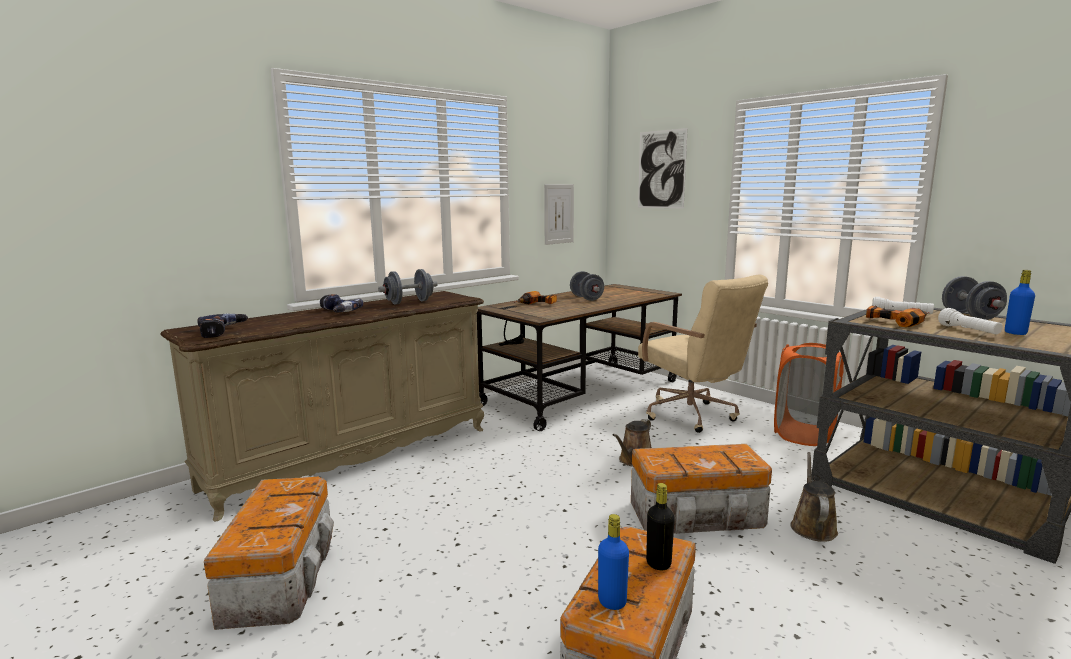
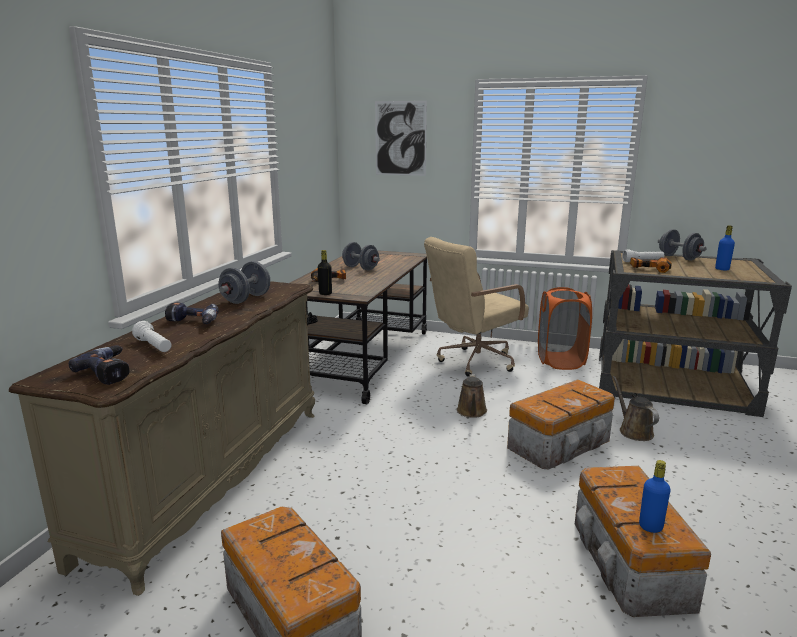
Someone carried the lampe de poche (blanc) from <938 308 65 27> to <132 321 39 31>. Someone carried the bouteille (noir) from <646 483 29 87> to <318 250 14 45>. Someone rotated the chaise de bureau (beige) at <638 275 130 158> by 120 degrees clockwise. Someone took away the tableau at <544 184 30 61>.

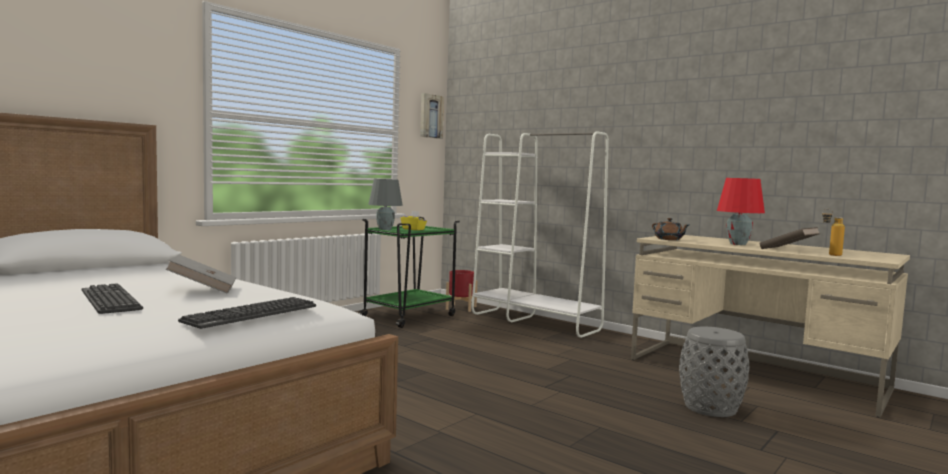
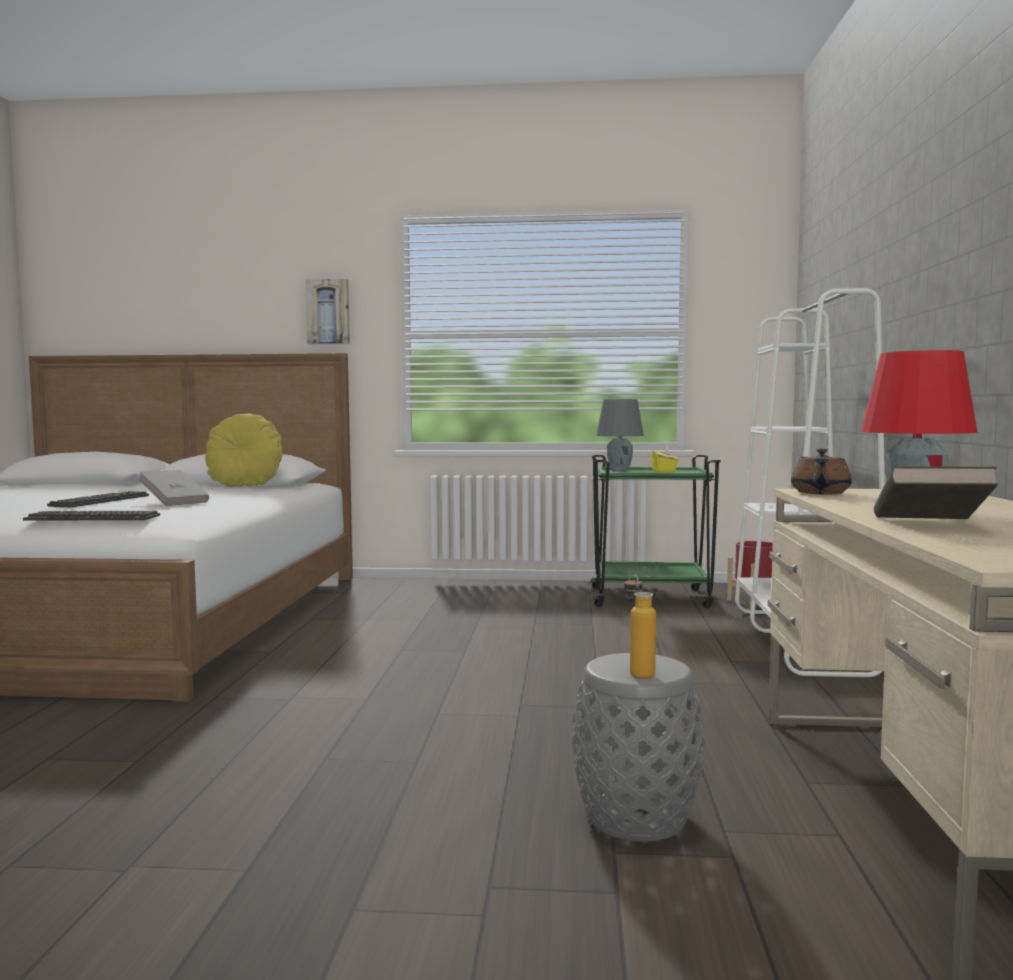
Someone put down the coussin (jaune) at <205 414 78 73>. Someone carried the tableau from <420 93 24 46> to <305 279 45 65>. Someone carried the bouteille from <822 209 23 47> to <624 571 32 108>.

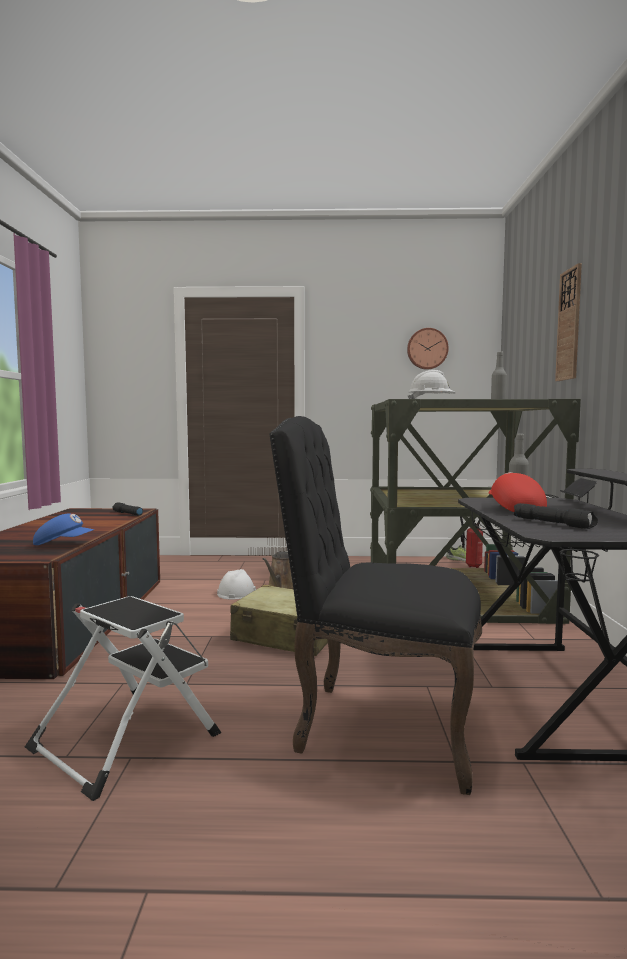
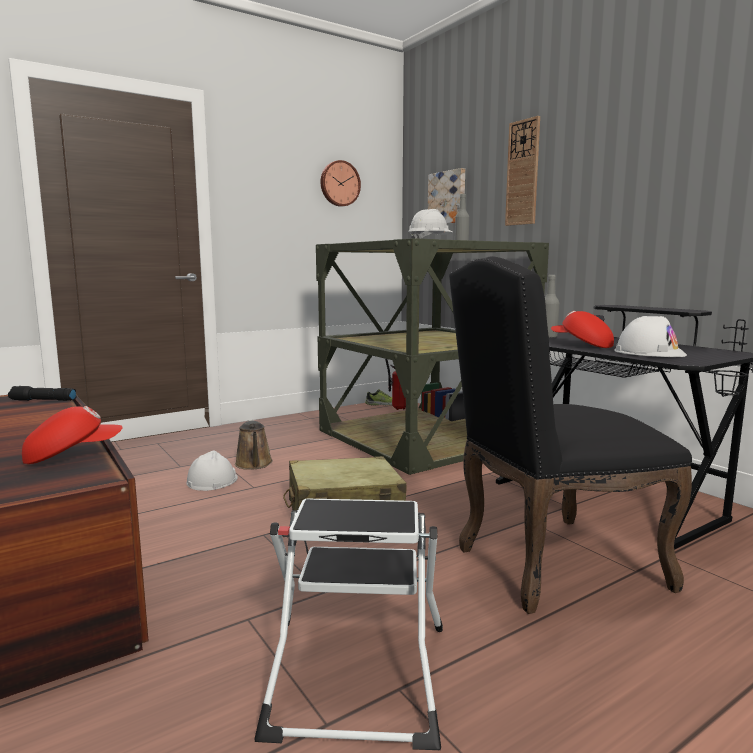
Someone repainted the casquette (bleu) at <33 514 61 31>, which became the casquette (rouge) at <22 406 101 58>. Someone put up the tableau at <428 168 37 56>. Someone swapped the lampe de poche (noir) at <514 503 84 26> for the casque de chantier (blanc) at <614 316 73 41>.

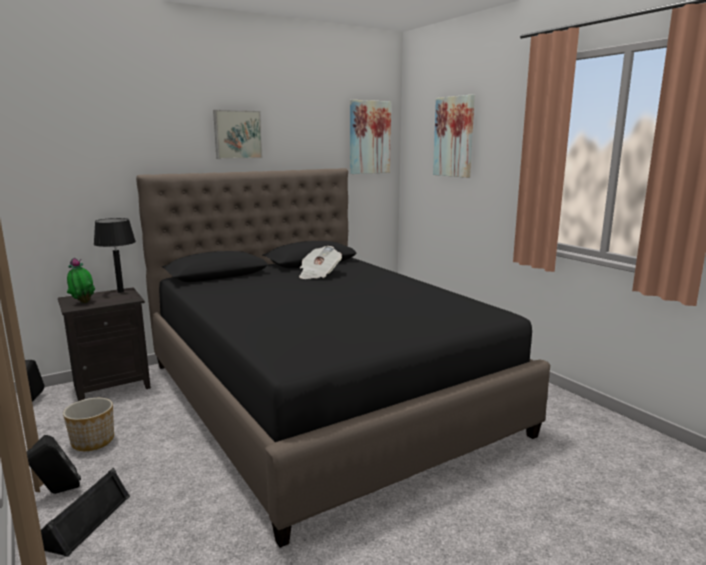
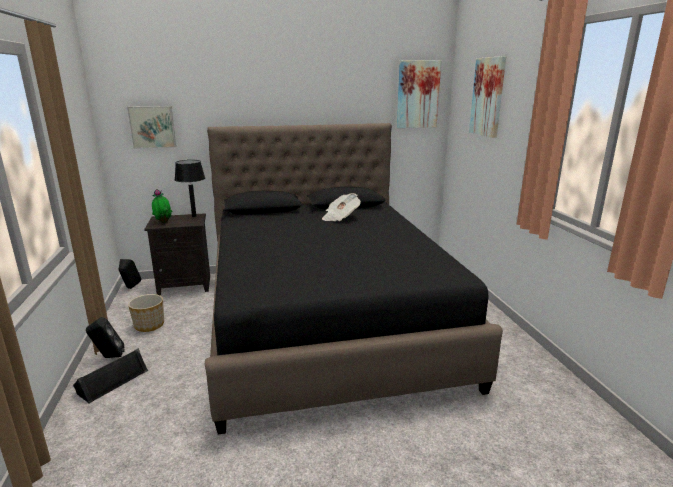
Someone carried the tableau from <213 110 49 49> to <127 106 49 43>.

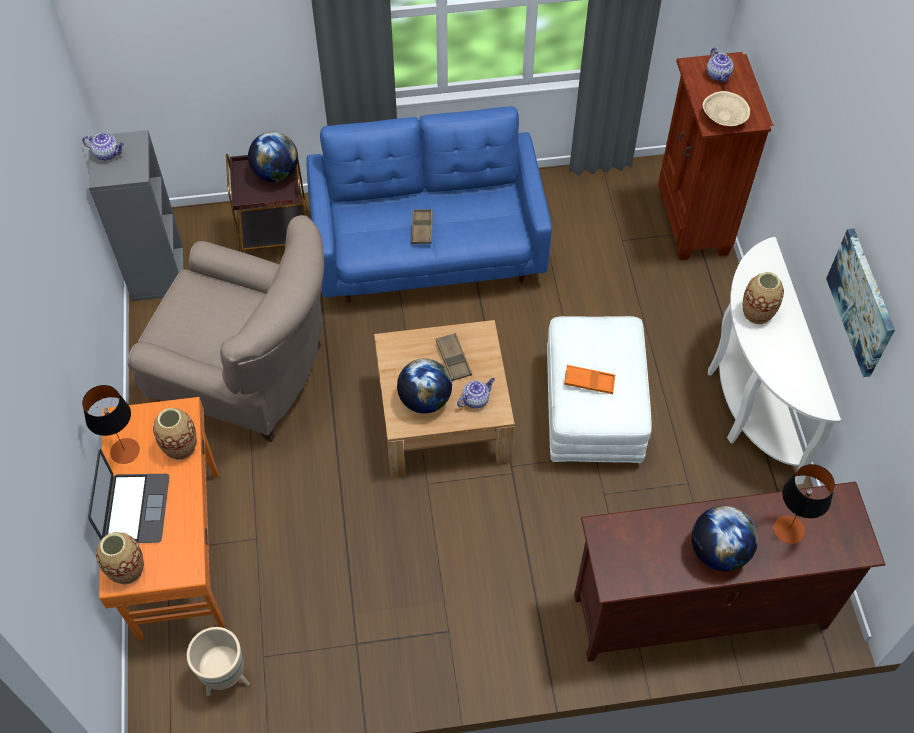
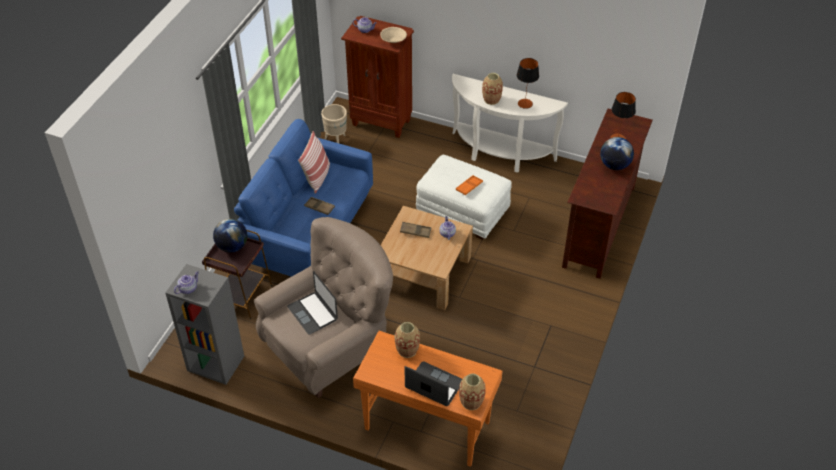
Someone put down the ordinateur portable at <287 271 51 64>. Someone put down the coussin at <298 131 32 63>. Someone carried the cache-pot (beige) from <187 627 63 69> to <321 104 26 39>. Someone carried the lampe de table from <82 385 58 79> to <517 58 22 51>. Someone took away the globe at <397 358 55 56>. Someone took away the tableau at <826 229 69 148>.

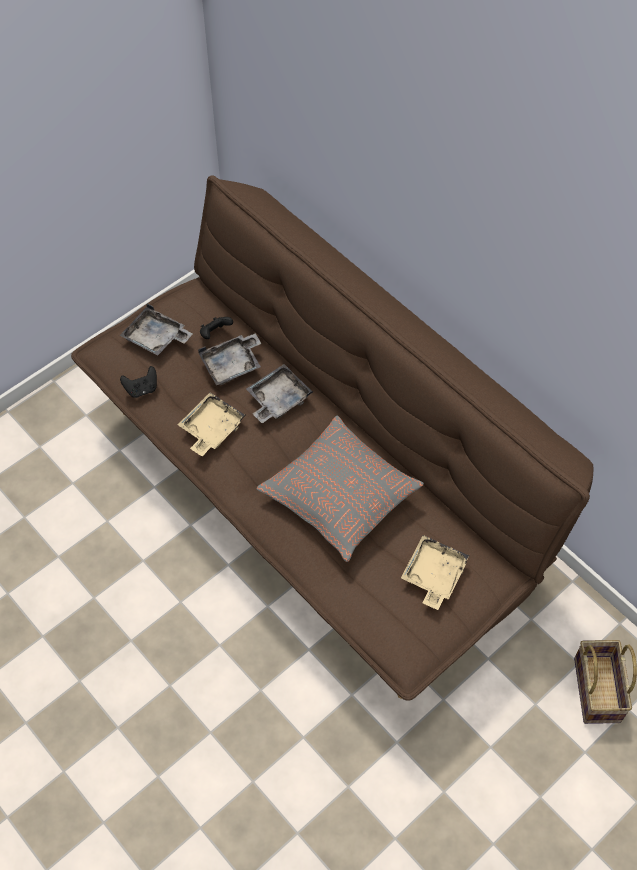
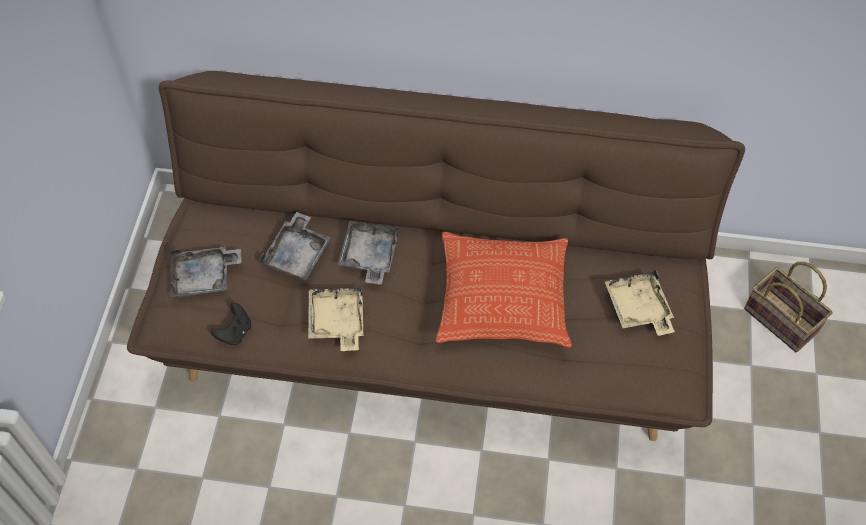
Someone repainted the coussin (gris) at <256 416 168 146>, which became the coussin (orange) at <435 232 137 116>. Someone took away the manette (noir) at <200 317 33 22>.

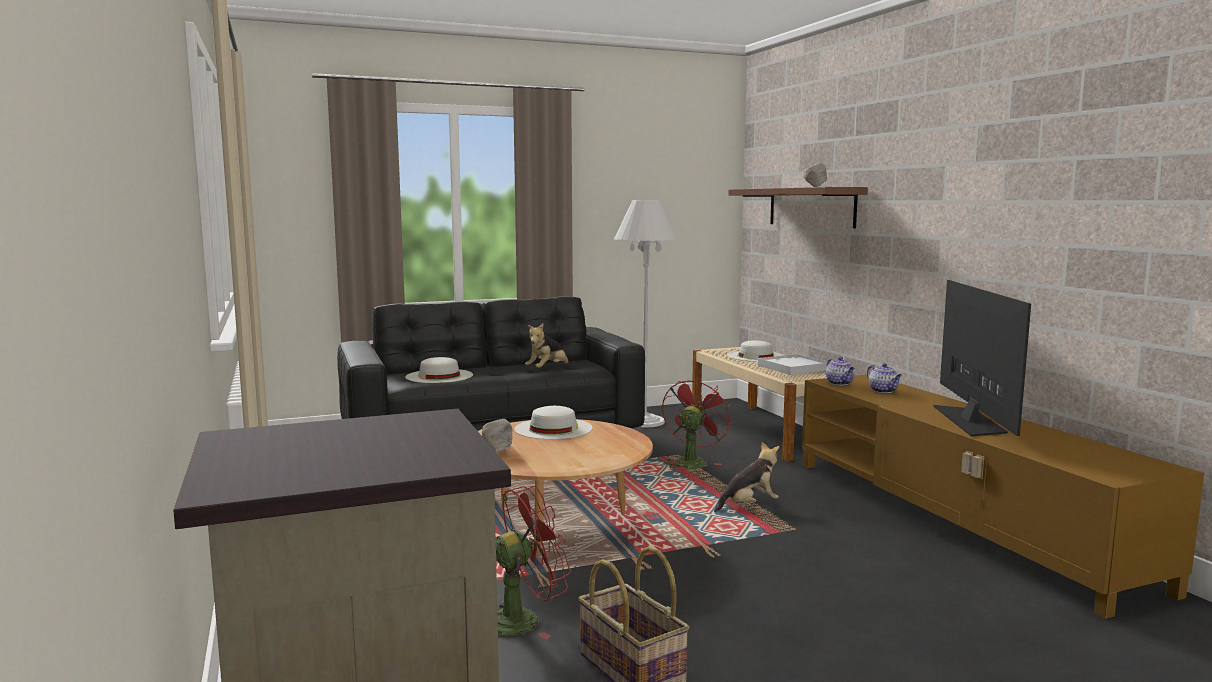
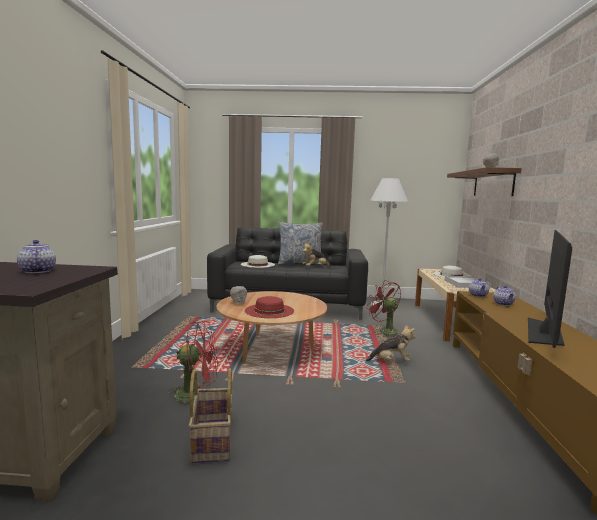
Someone put down the théière at <17 240 39 33>. Someone put down the chapeau (rouge) at <245 296 49 22>. Someone put down the coussin at <278 222 45 44>. Someone rotated the ventilateur (rouge) at <662 377 70 93> by 90 degrees counterclockwise. Someone took away the chapeau (blanc) at <514 406 79 33>.

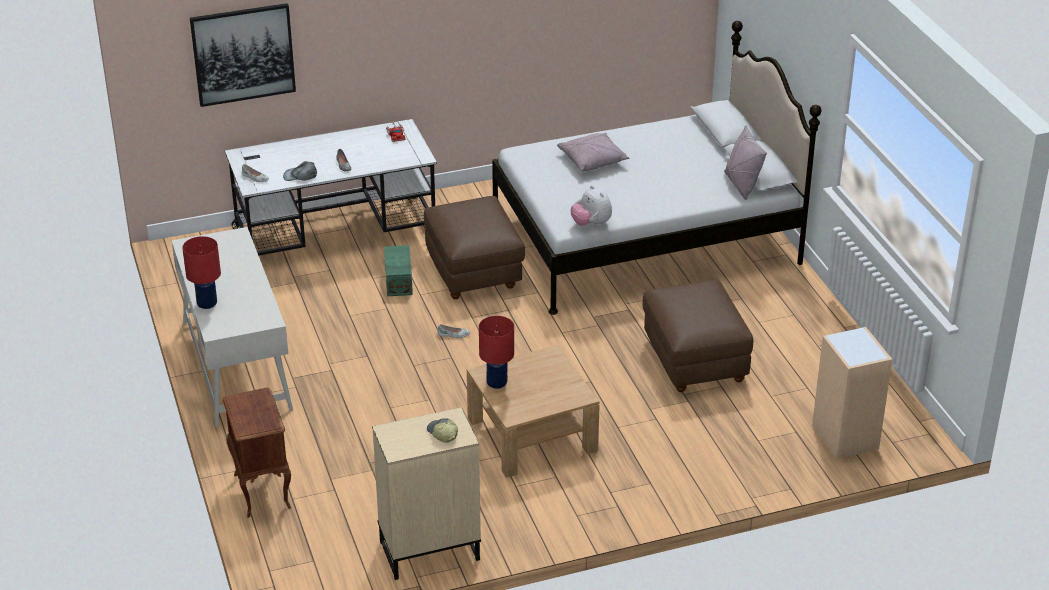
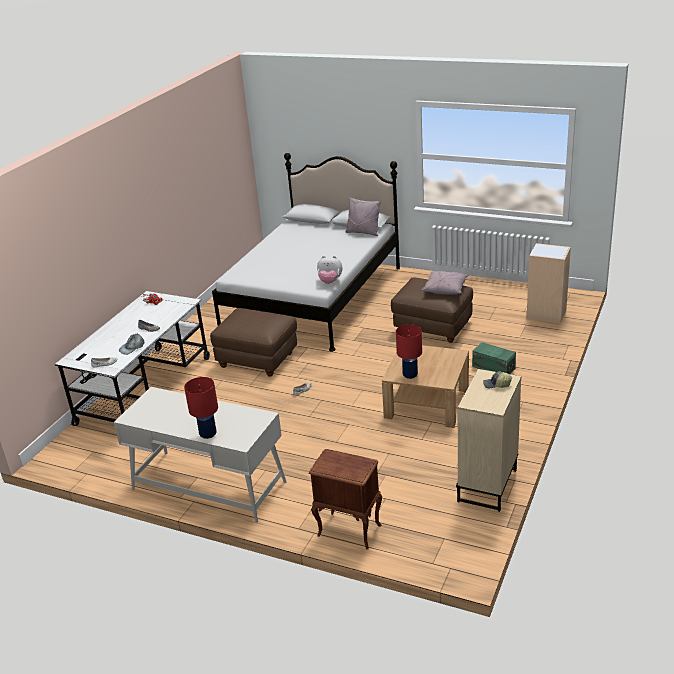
Someone carried the coussin (violet) from <557 133 72 38> to <422 271 46 24>. Someone carried the boîte de rangement (vert) from <384 245 29 51> to <472 342 44 32>. Someone took away the tableau at <190 3 106 104>.

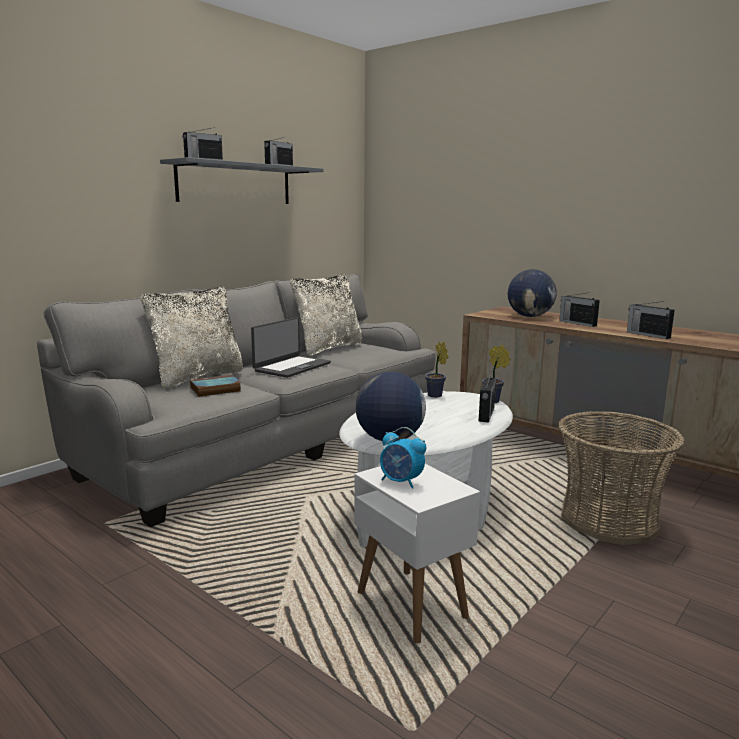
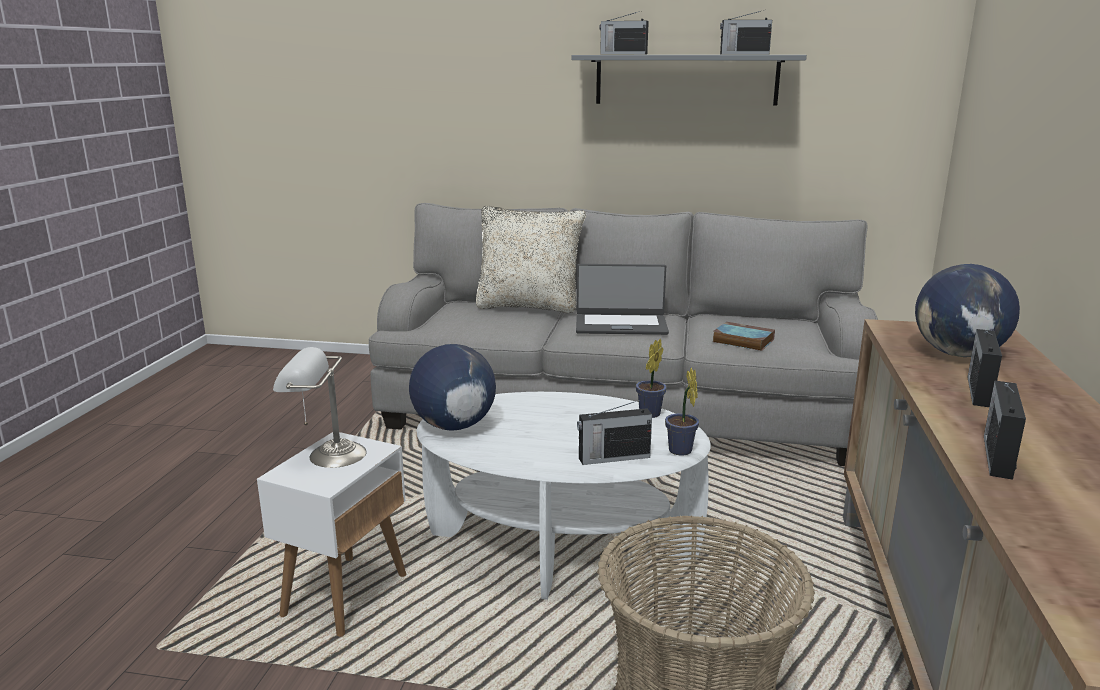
Someone swapped the réveil at <380 427 46 62> for the lampe de table (blanc) at <273 347 94 121>. Someone carried the livre from <190 375 51 22> to <712 322 63 29>. Someone took away the coussin (beige) at <290 274 72 82>.

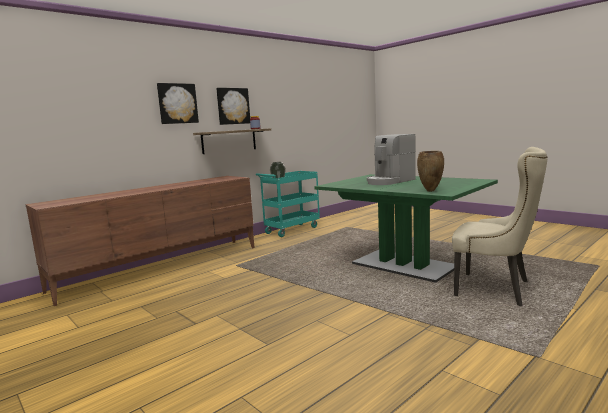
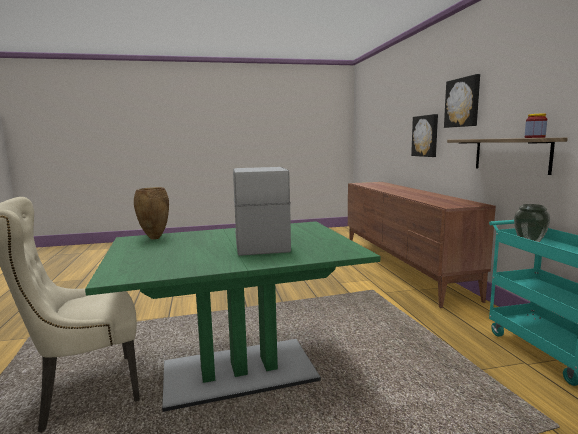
Someone carried the tableau from <216 88 34 37> to <411 114 27 43>.

